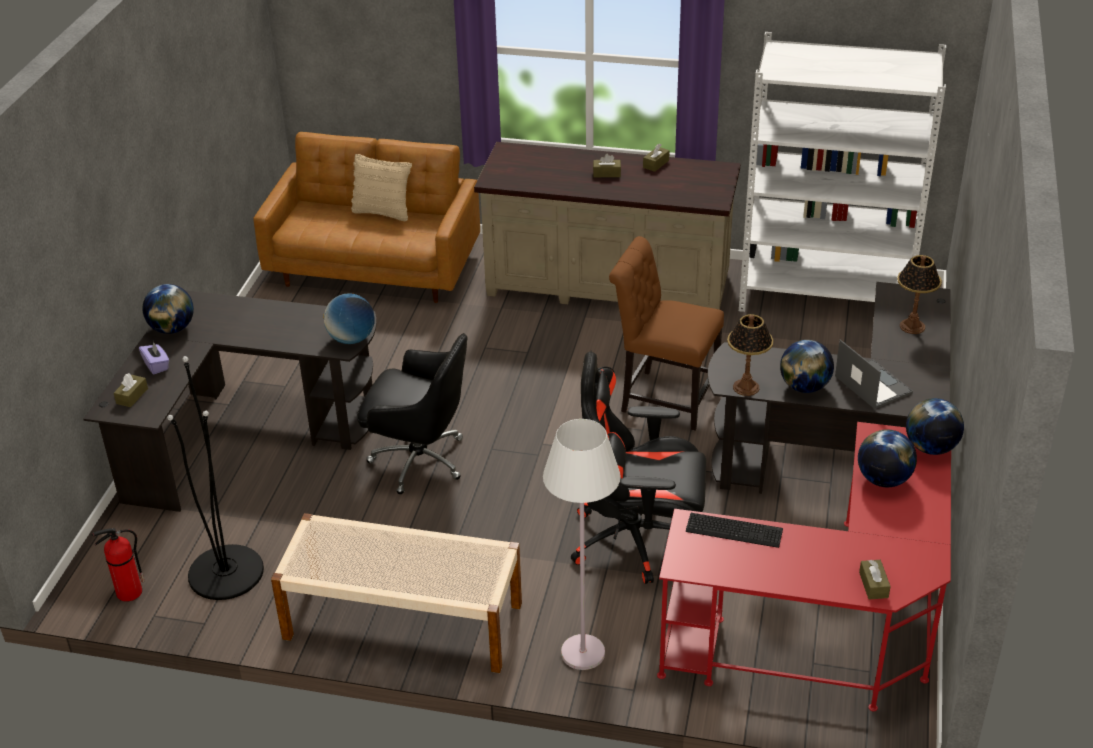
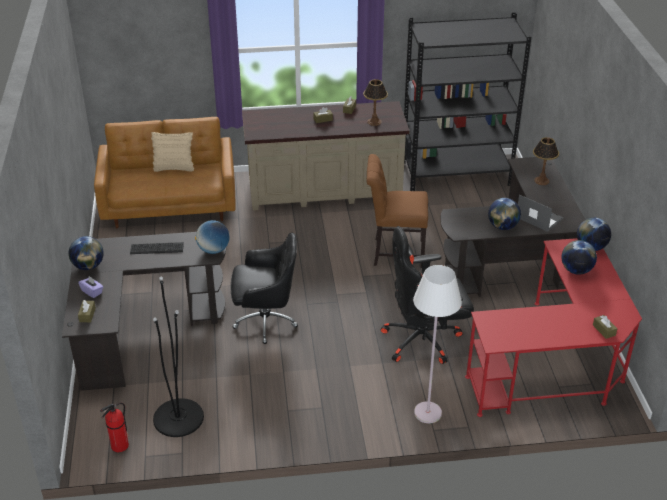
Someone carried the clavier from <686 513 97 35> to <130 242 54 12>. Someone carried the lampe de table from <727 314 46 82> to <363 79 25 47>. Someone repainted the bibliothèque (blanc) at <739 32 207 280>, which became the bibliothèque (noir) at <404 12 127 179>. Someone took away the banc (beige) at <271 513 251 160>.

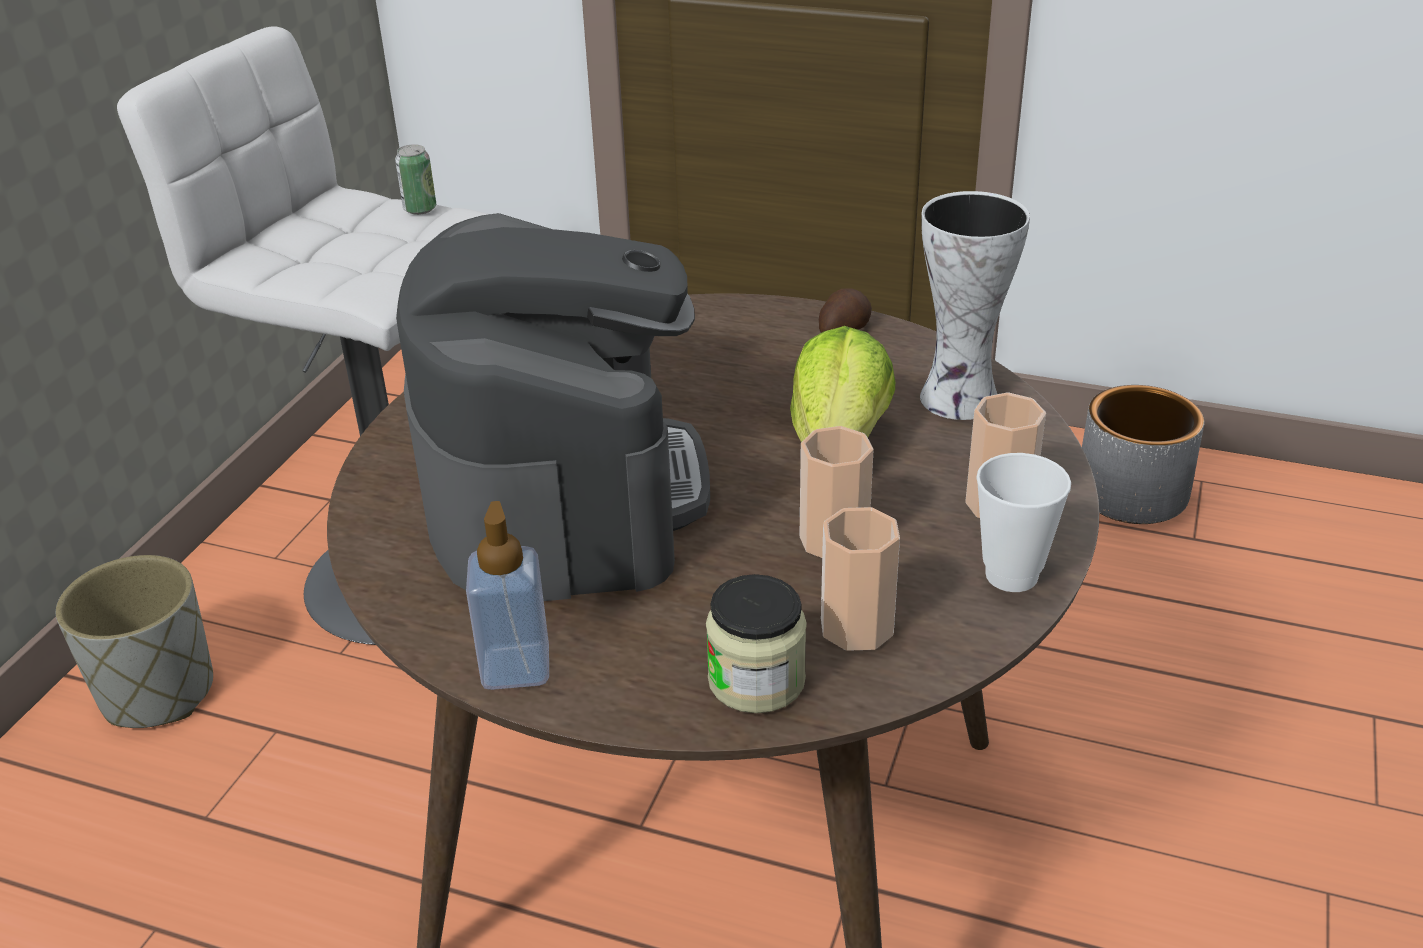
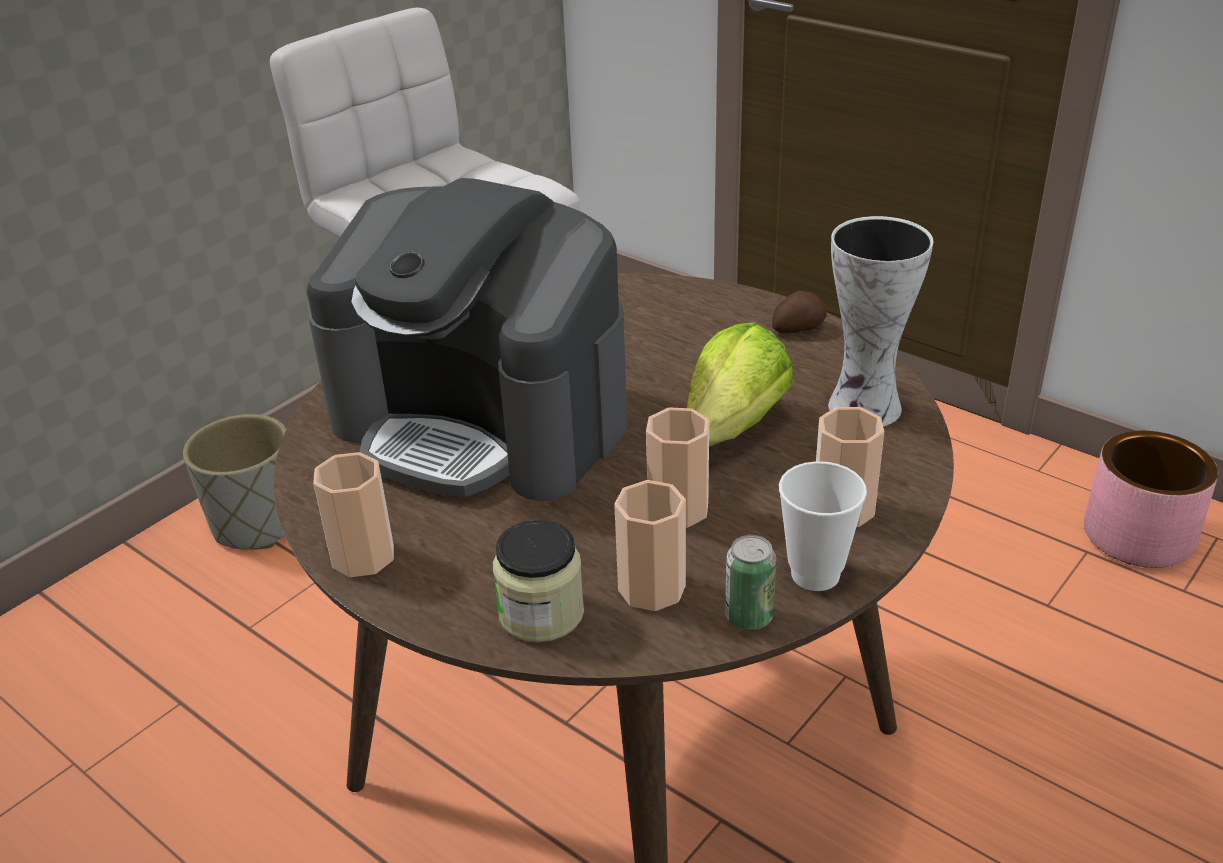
Someone rotated the machine à café at <396 213 314 388> by 105 degrees clockwise. Someone swapped the distributeur de savon at <466 501 83 189> for the tasse at <313 452 81 125>. Someone carried the boîte métallique from <395 144 41 71> to <725 535 52 95>. Someone repainted the cache-pot (gris) at <1082 385 122 139>, which became the cache-pot (rose) at <1084 431 134 137>.

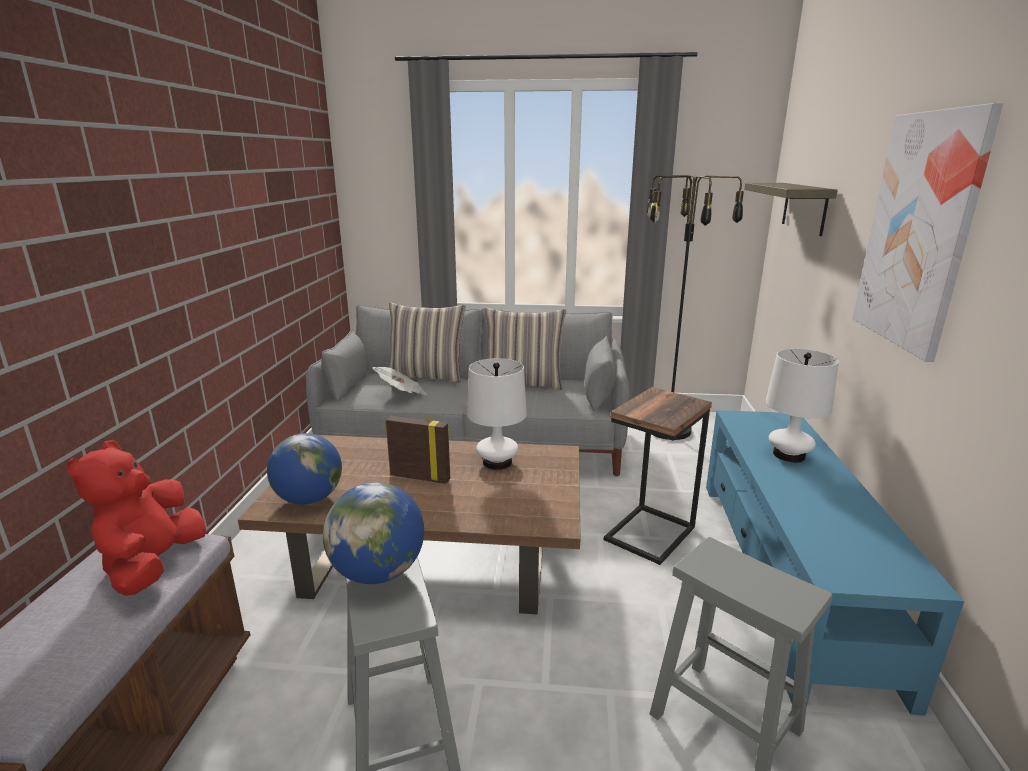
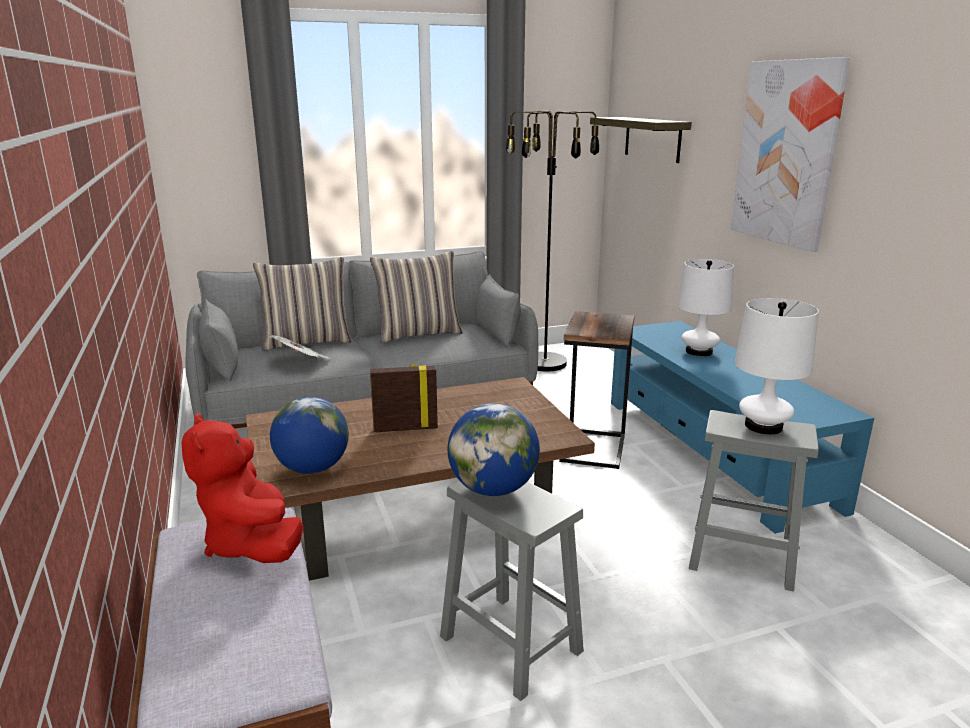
Someone carried the lampe de table (blanc) from <467 358 60 112> to <735 298 84 136>.

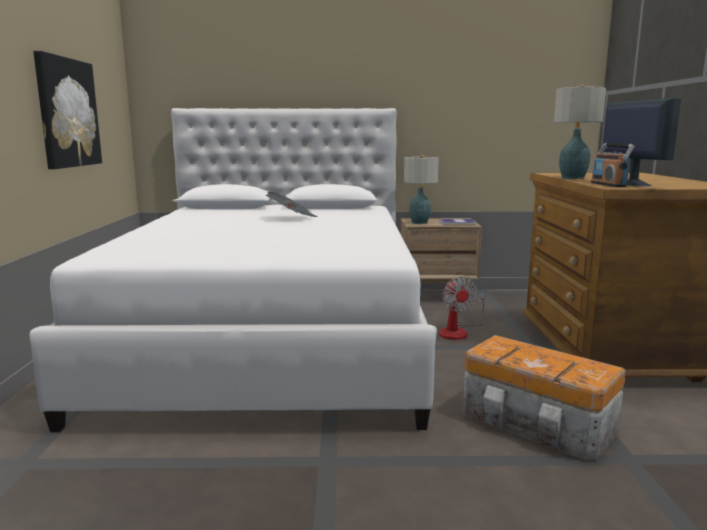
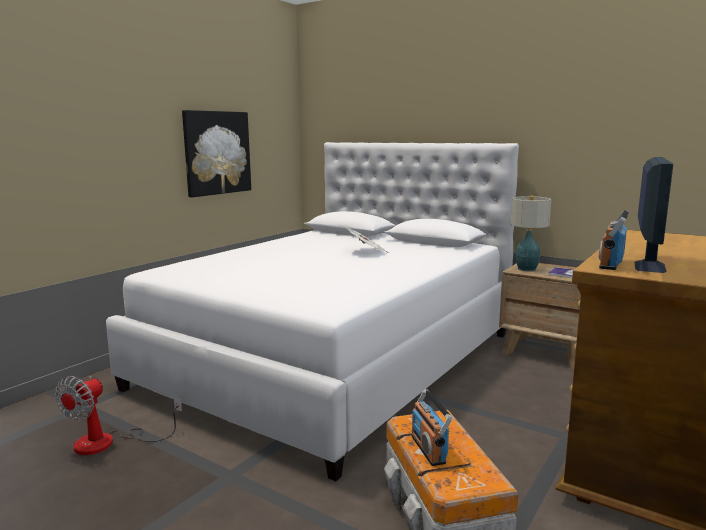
Someone carried the ventilateur from <439 277 46 63> to <55 376 127 79>. Someone put down the radio at <411 389 41 77>. Someone took away the lampe de table at <554 85 52 94>.

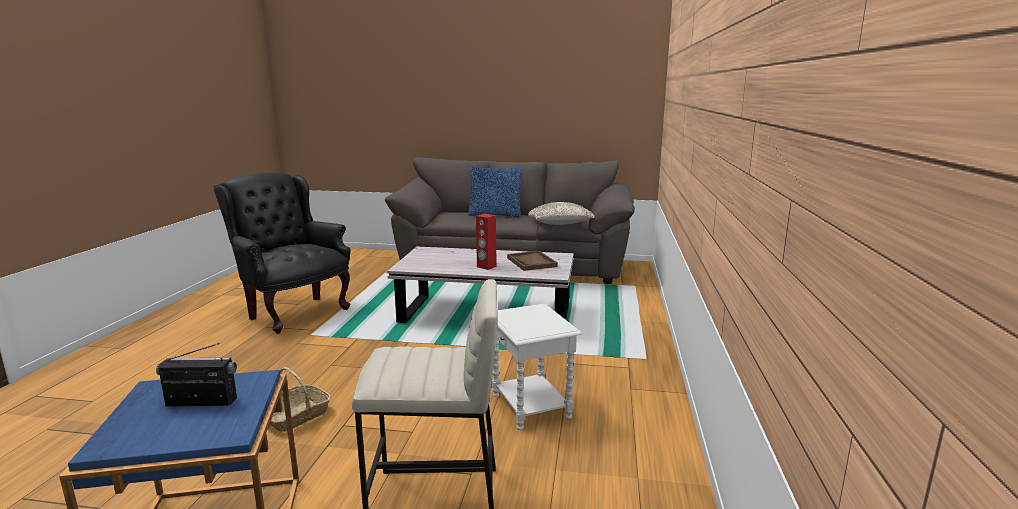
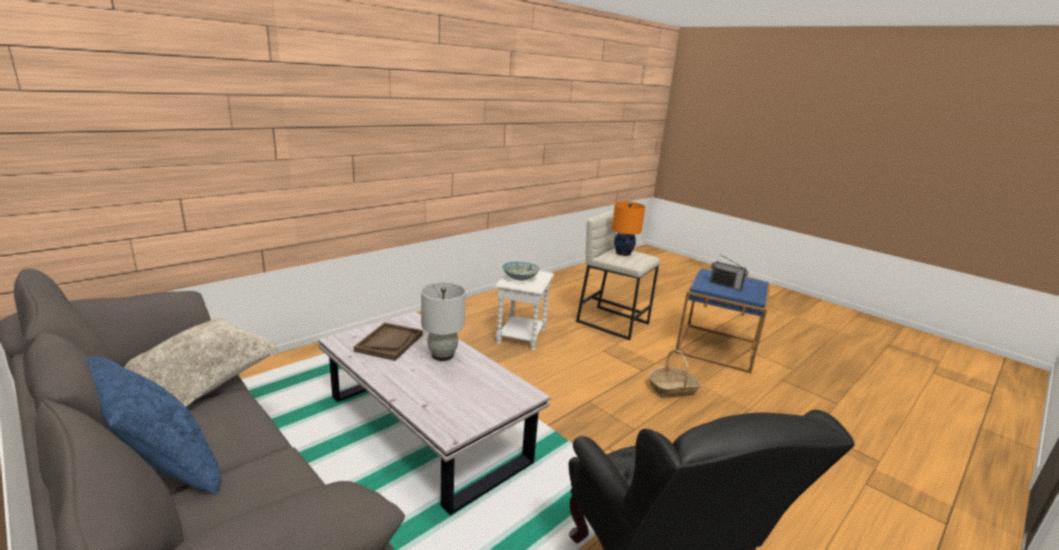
Someone swapped the enceinte (rouge) at <476 214 21 56> for the lampe de table (blanc) at <421 283 44 78>. Someone put down the bol at <502 262 38 19>. Someone put down the lampe de table (orange) at <612 201 33 55>.

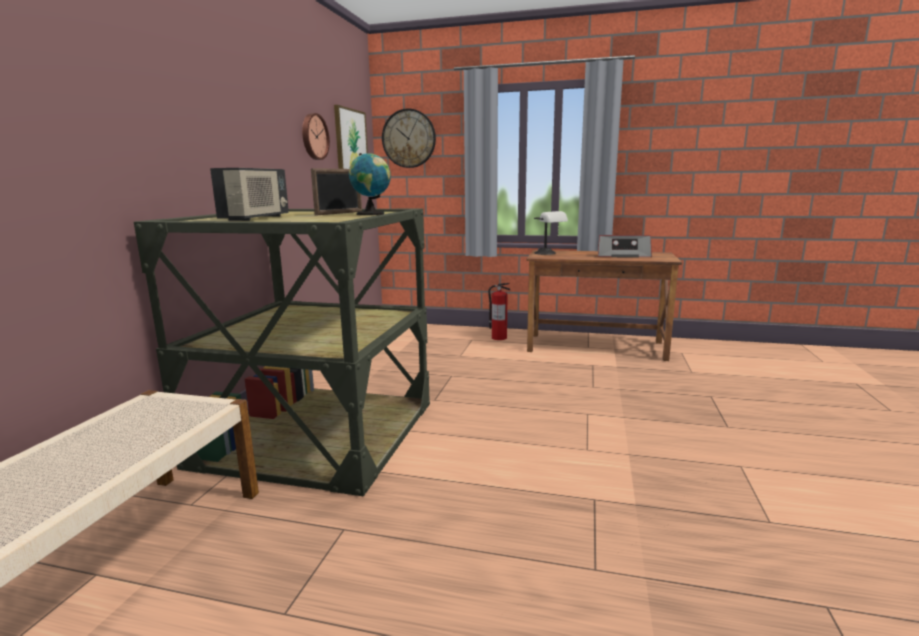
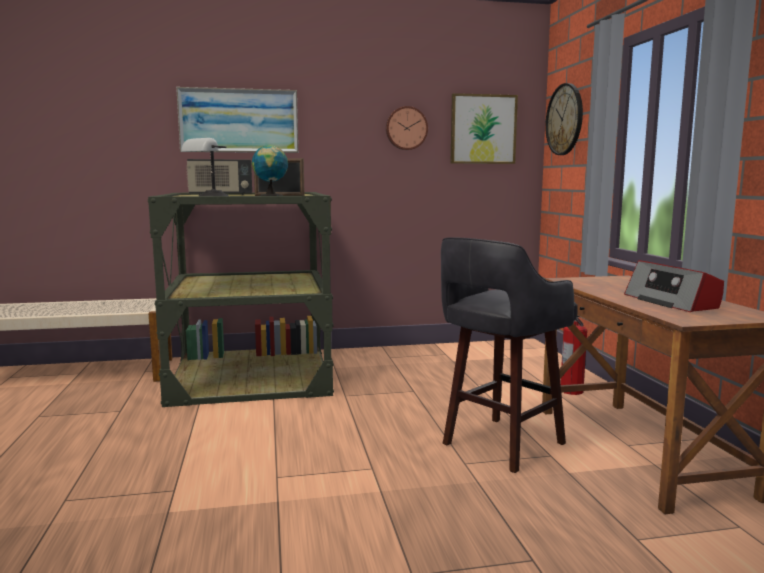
Someone put up the tableau at <176 87 122 66>. Someone carried the lampe de table from <534 211 34 44> to <181 138 48 58>. Someone put down the tabouret (gris) at <441 237 137 236>.

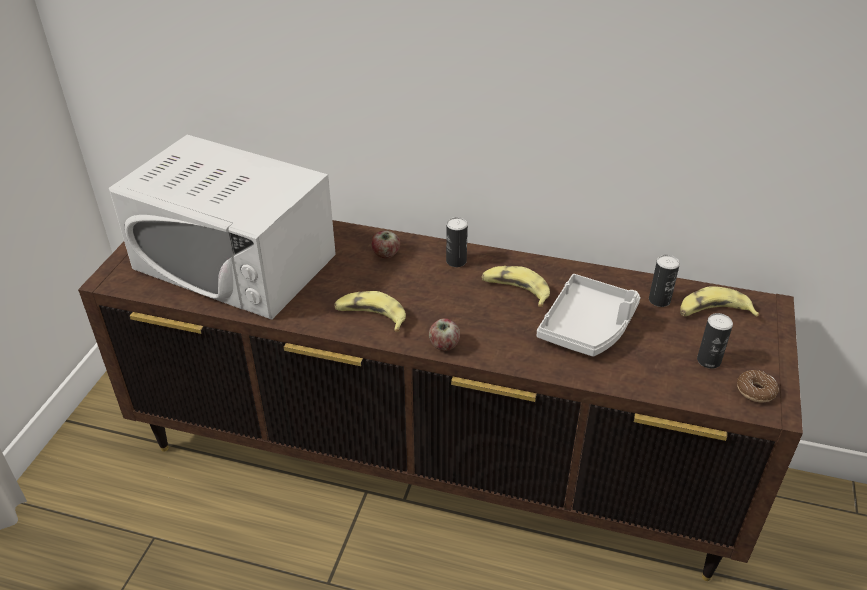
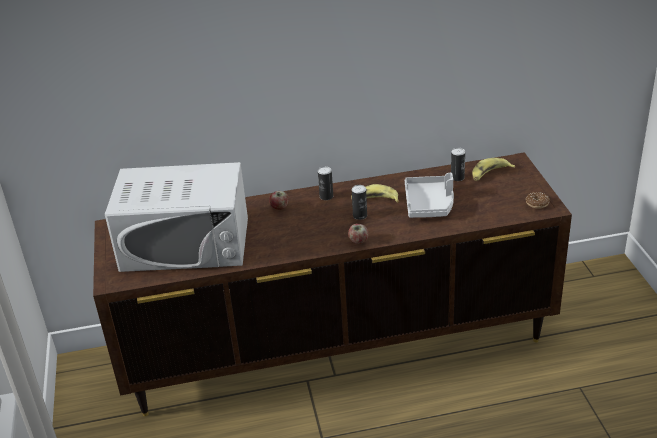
Someone carried the boîte métallique from <697 313 36 56> to <352 185 15 35>. Someone took away the banane at <334 291 72 41>.

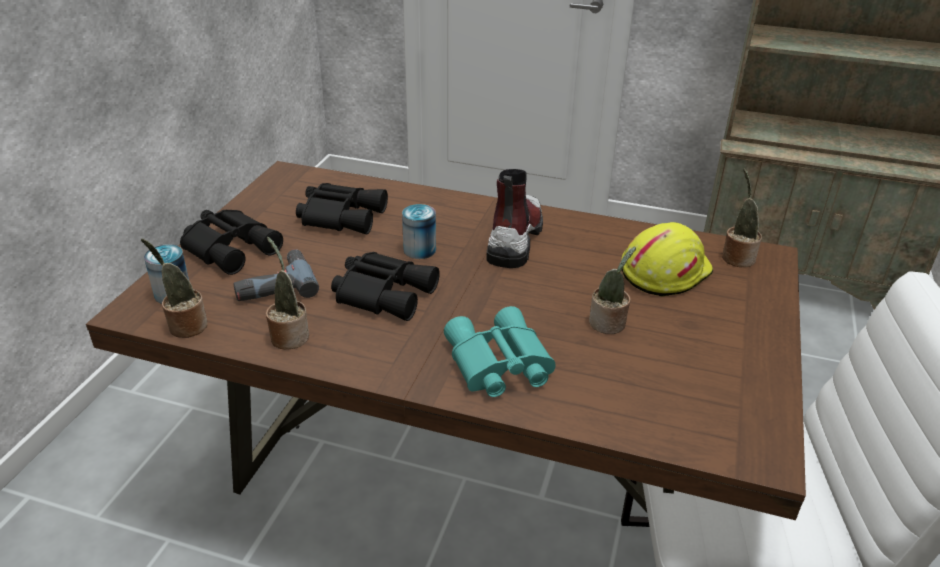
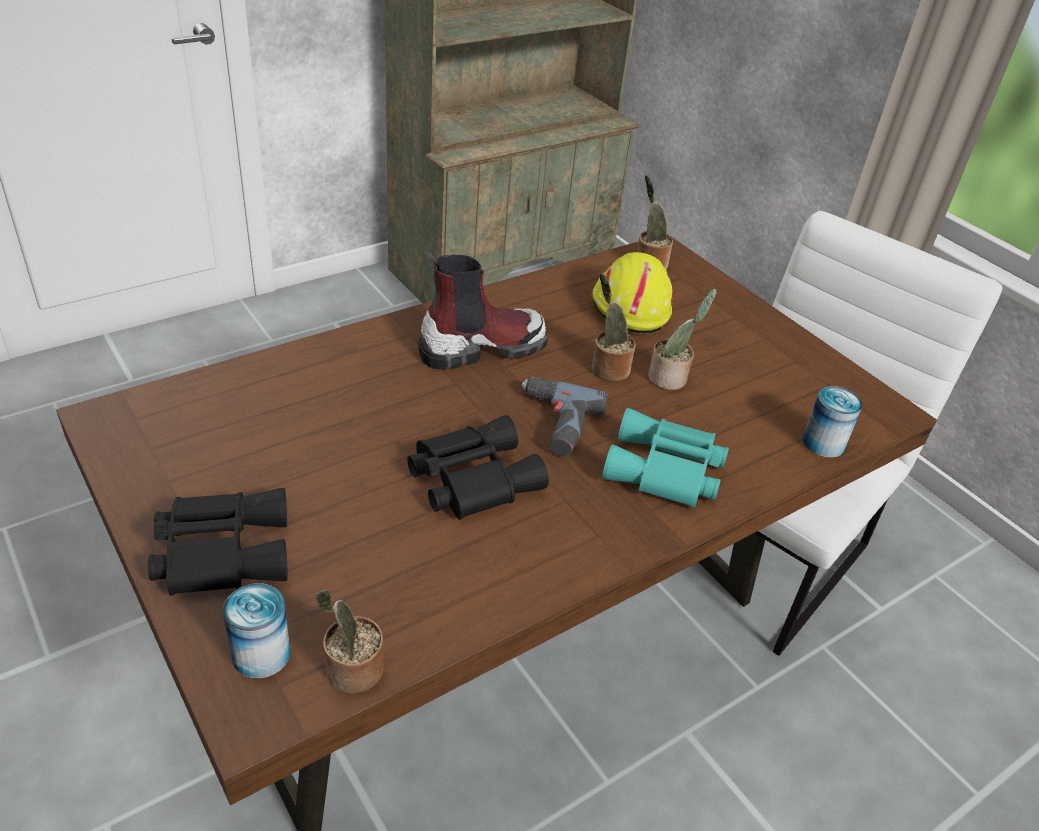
Someone rotated the botte at <487 169 56 99> by 105 degrees clockwise. Someone carried the perceuse from <233 249 86 52> to <522 377 87 80>. Someone carried the plante en pot from <266 237 43 113> to <592 273 43 109>. Someone carried the boîte métallique from <402 204 34 55> to <802 386 61 72>. Someone took away the jumelles (noir) at <296 183 92 51>.

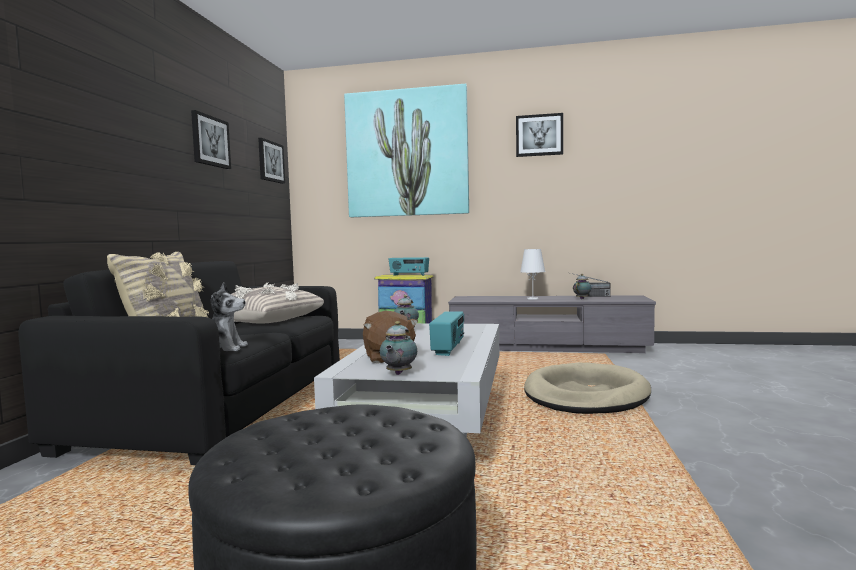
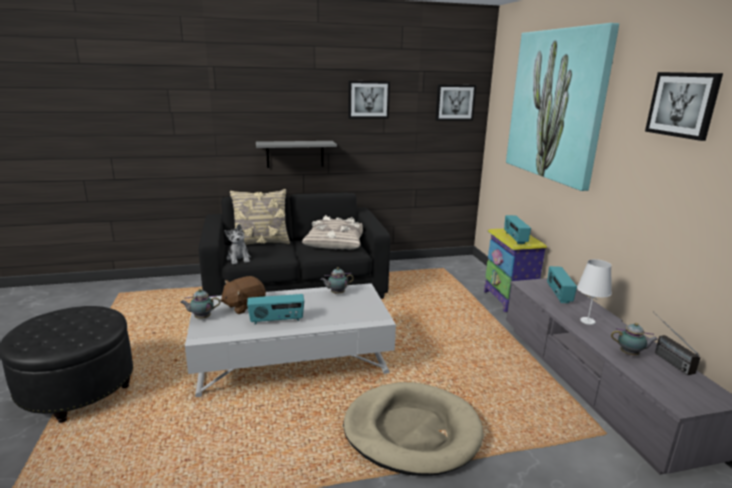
Someone put up the étagère (gris) at <256 141 81 27>. Someone put down the radio at <547 266 30 37>.

